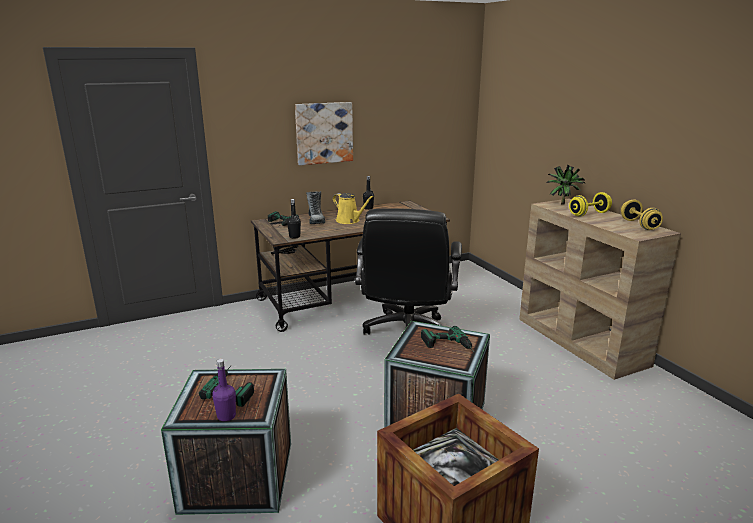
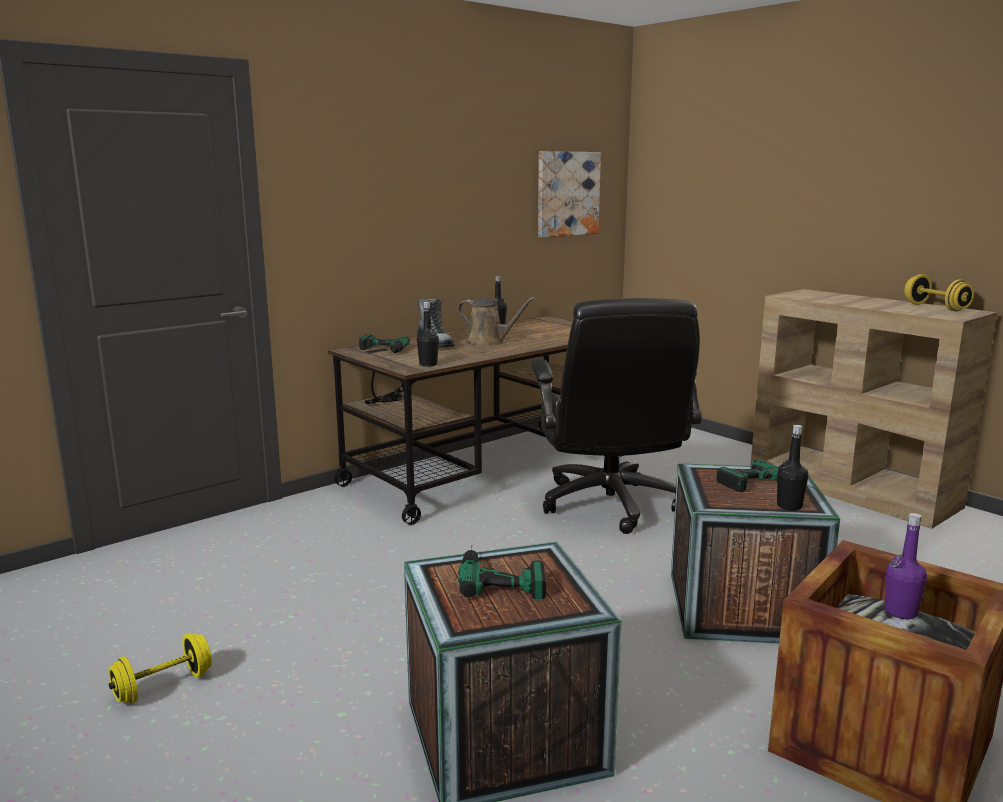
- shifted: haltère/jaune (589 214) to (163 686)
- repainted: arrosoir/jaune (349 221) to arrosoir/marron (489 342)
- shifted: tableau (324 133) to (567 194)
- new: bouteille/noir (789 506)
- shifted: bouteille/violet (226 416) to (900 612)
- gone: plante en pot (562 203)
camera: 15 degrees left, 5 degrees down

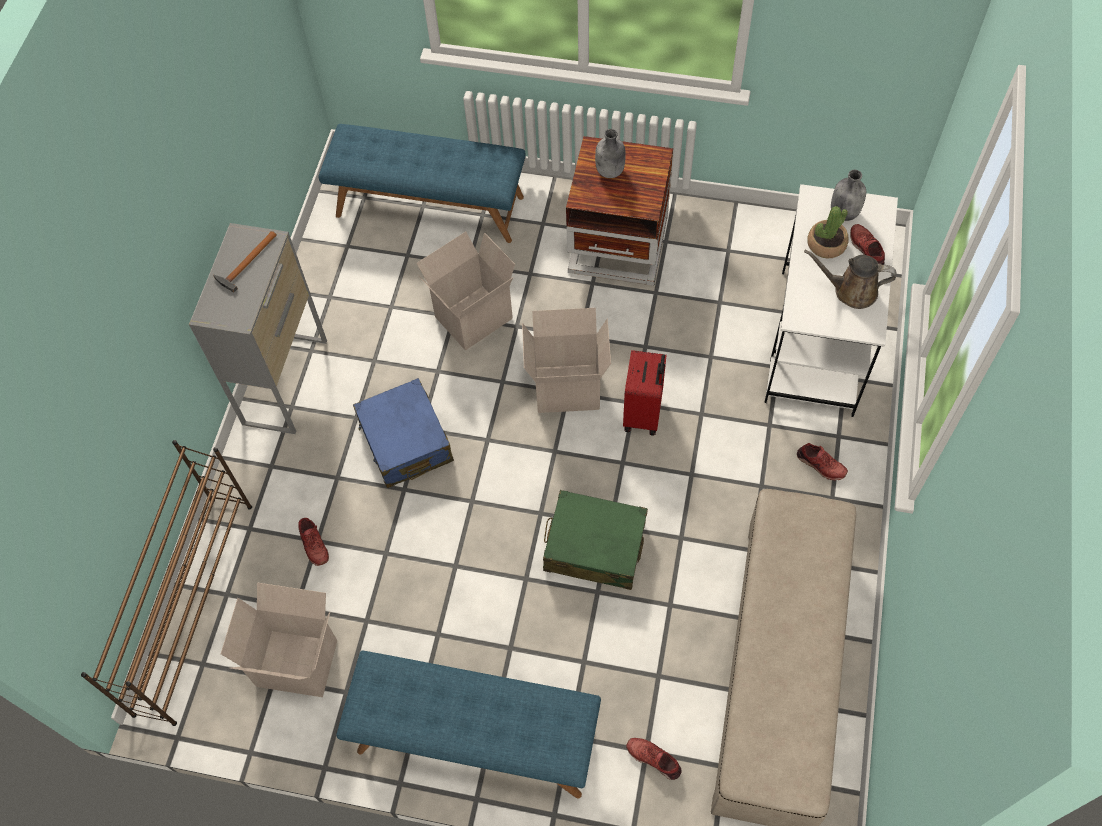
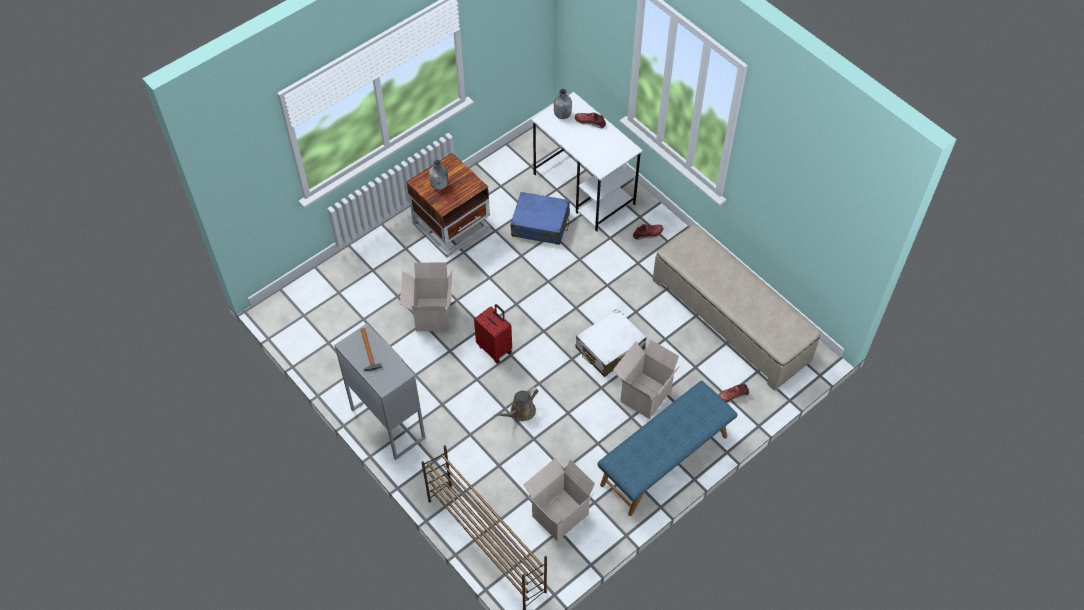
- shifted: valise/rouge (644 414) to (495 348)
- shifted: arrosoir/marron (851 291) to (520 412)
- shifted: valise/bleu (405 441) to (540 225)
- repainted: valise/vert (594 547) to valise/blanc (609 348)
- shifted: carton (568 386) to (644 394)
- gone: chaussure/rouge (313 544)
- gone: banc/bleu (430 205)
- gone: plante en pot (826 244)
camera: 55 degrees left, 5 degrees down

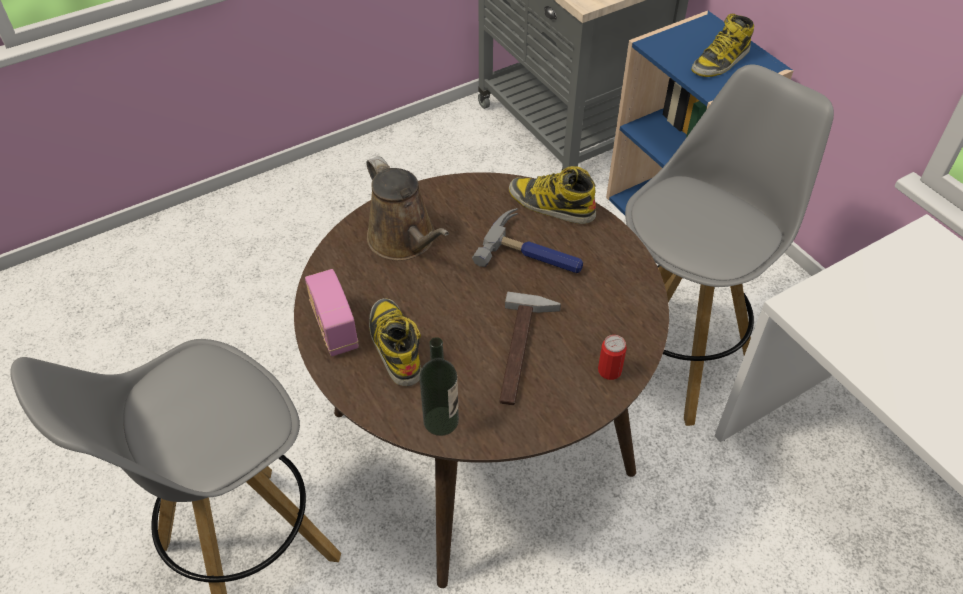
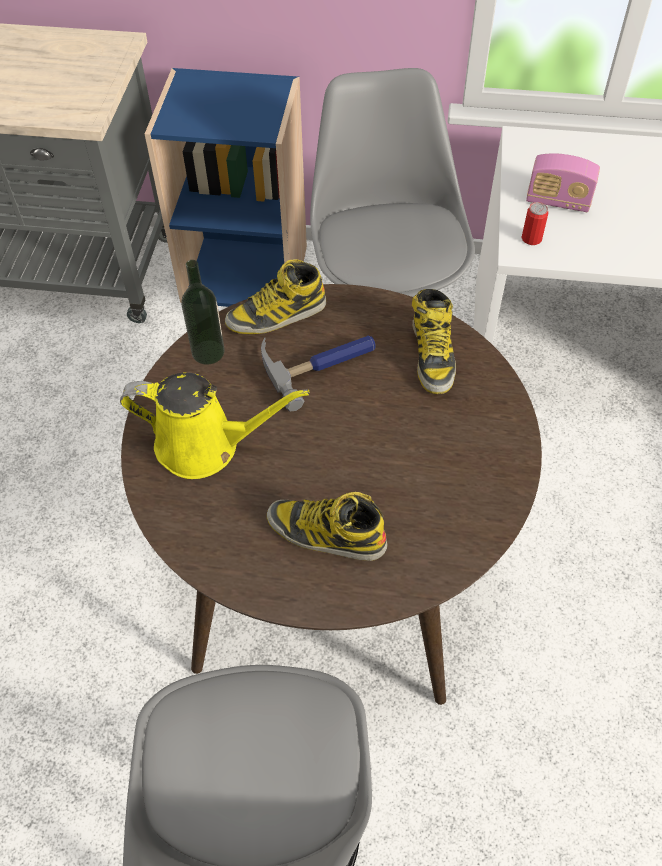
- repainted: arrosoir/marron (405 240) to arrosoir/jaune (206 445)
- shifted: bouteille (441 421) to (208 352)
- shifted: botte (720 61) to (432 355)
- shifted: boîte métallique (609 370) to (531 239)
- shifted: radio (334 328) to (558 201)
- gone: marteau (524 352)
camera: 50 degrees left, 5 degrees up

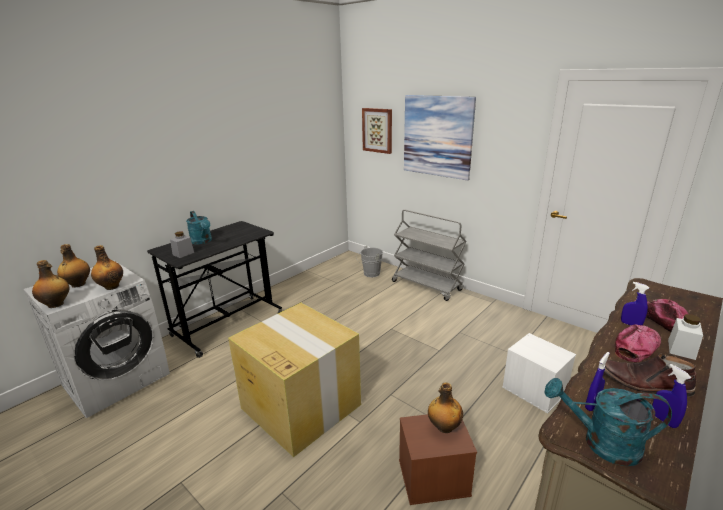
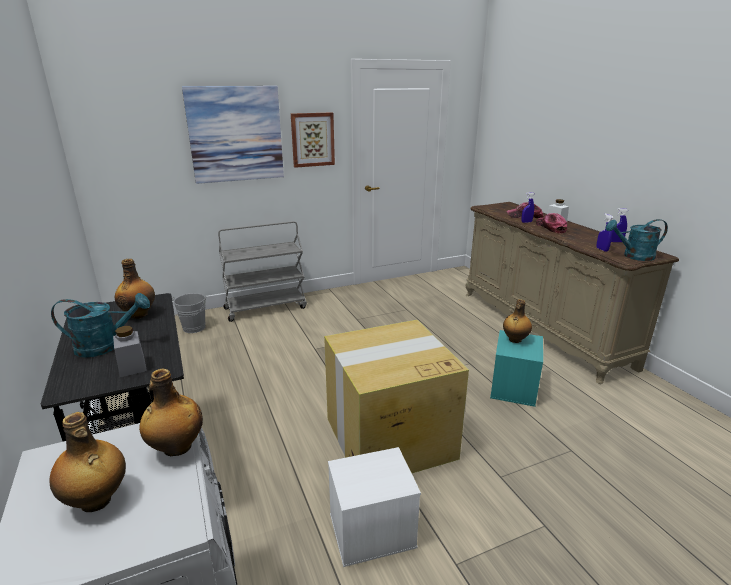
- shifted: bouteille (56 304) to (139 314)
- shifted: tableau (377 130) to (312 139)
- shifted: boîte de rangement/blanc (533 390) to (371 531)
- repainted: boîte de rangement/marron (433 478) to boîte de rangement/turquoise (514 388)
- rotated: arrosoir/turquoise (601 443) = (633 256) 45 degrees clockwise
- gone: botte/marron (644 383)
camera: 65 degrees left, 0 degrees up

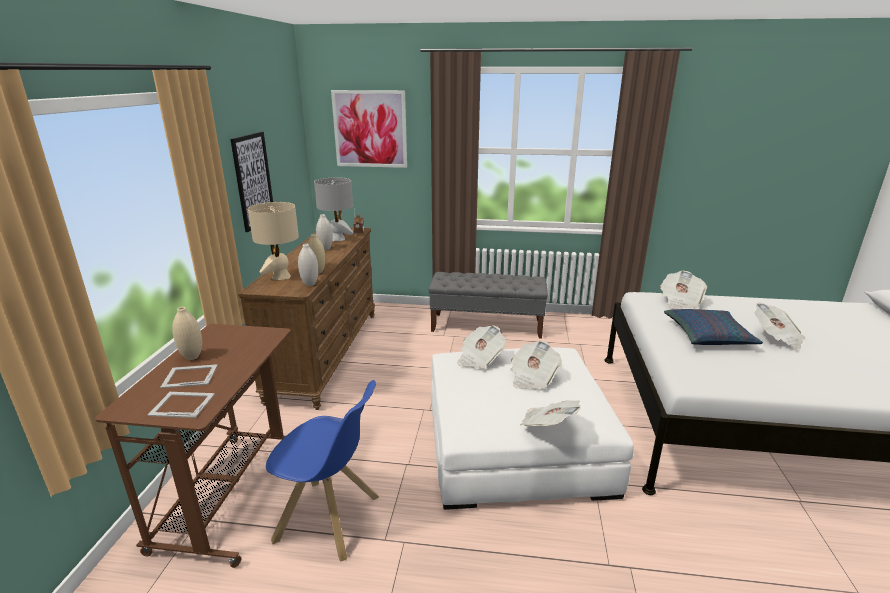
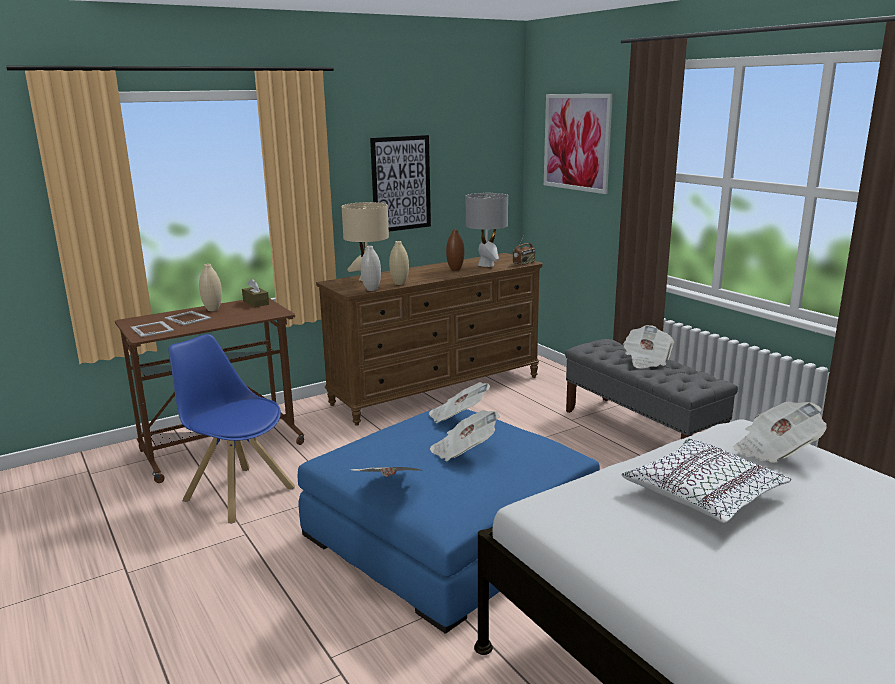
- rotated: chaise/bleu (330 519) = (237 492) 150 degrees clockwise
- new: boîte à mouchoirs/marron (256 302)
- repainted: pouf/blanc (516 442) to pouf/bleu (450 533)
- repainted: vase/blanc (325 248) to vase/marron (455 269)
- repainted: coussin/bleu (708 336) to coussin/blanc (703 494)
- shifted: journal (776 338) to (646 360)
camera: 50 degrees right, 5 degrees down

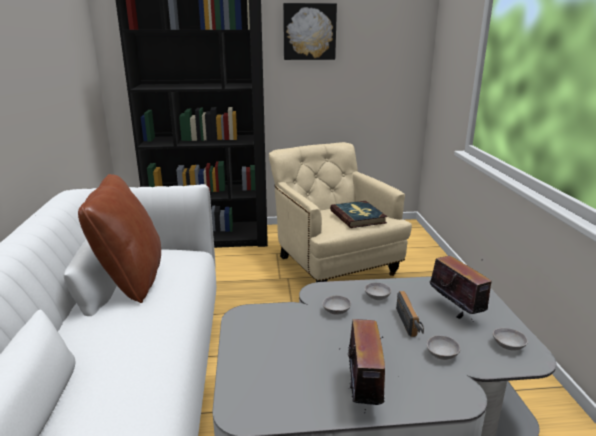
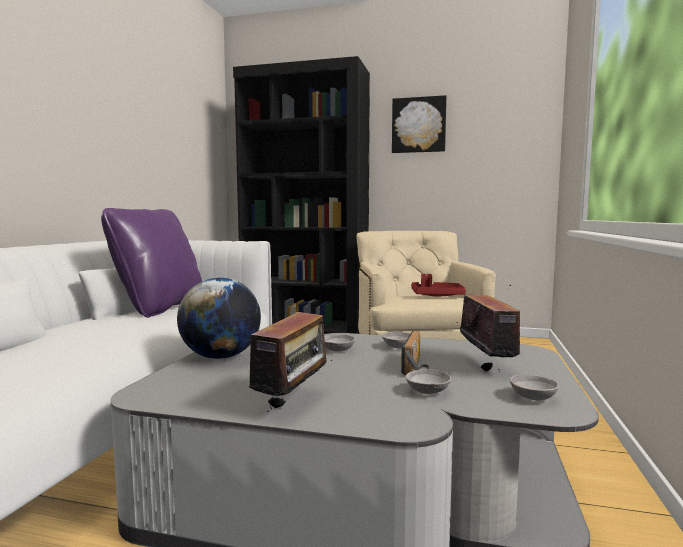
- repainted: coussin/marron (131 279) to coussin/violet (159 307)
- new: globe (221 357)
- swapped: livre (358 217) to plateau/rouge (436 296)
camera: 20 degrees right, 15 degrees down

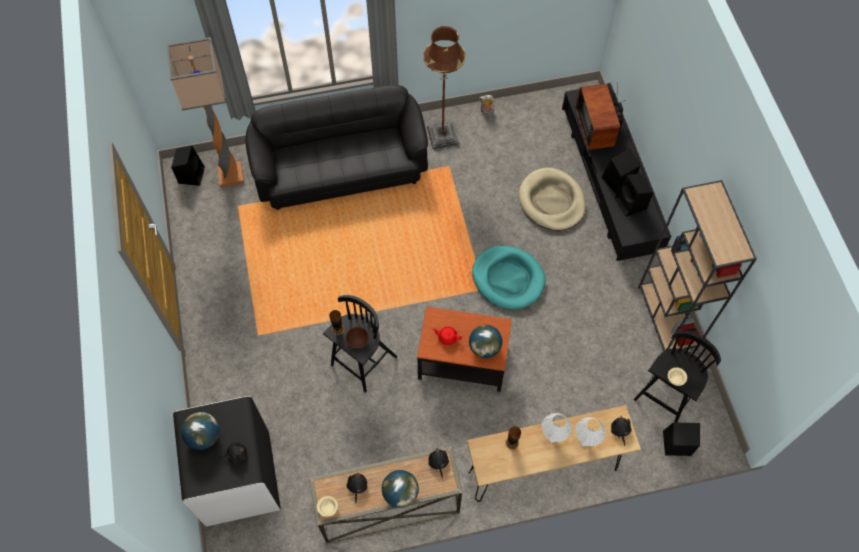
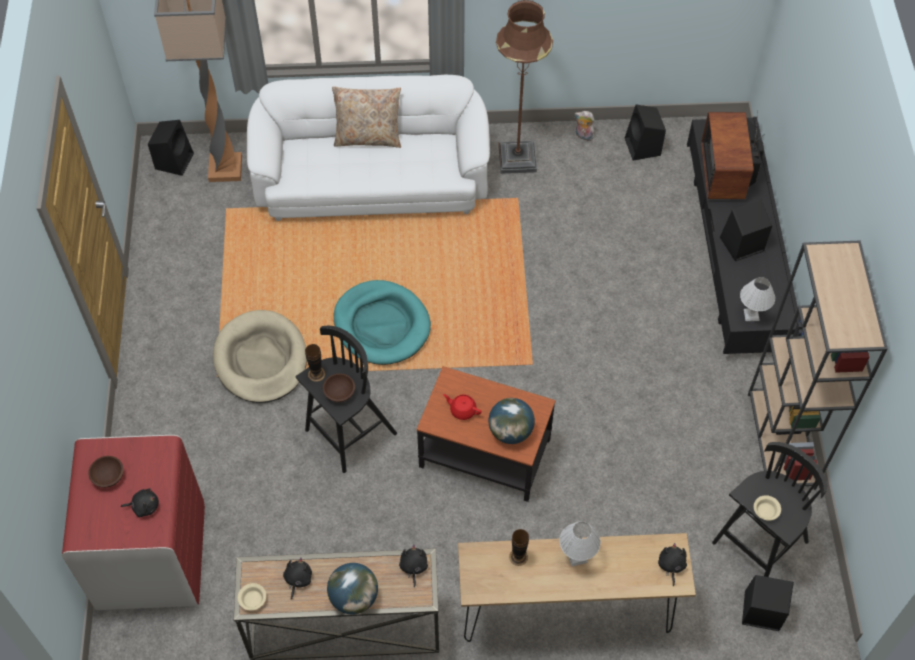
- repainted: commode/noir (238 479) to commode/rouge (151 556)
- swapped: globe (204 436) to bol/marron (108 477)
- shifted: panier pour chien/beige (551 201) to (261 359)
- repainted: canapé/noir (341 170) to canapé/blanc (372 183)
- new: coussin/beige (368 137)
- shifted: panier pour chien/turquoise (508 279) to (382 325)
- shifted: enceinte/noir (631 204) to (643 147)
- shifted: lampe de table/blanc (585 440) to (751 314)
camera: 10 degrees right, 5 degrees down

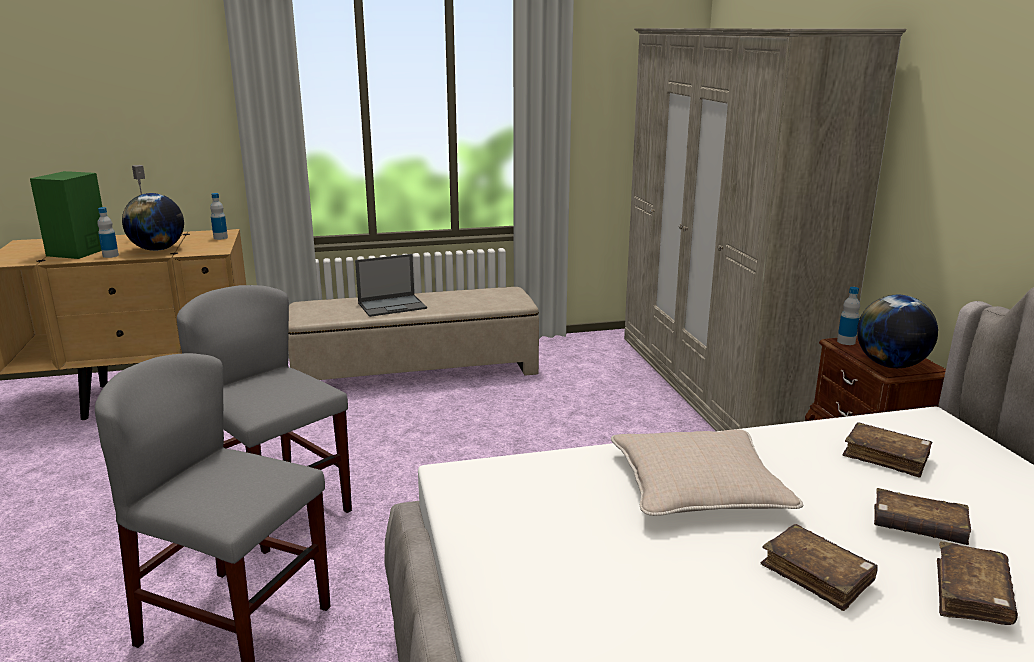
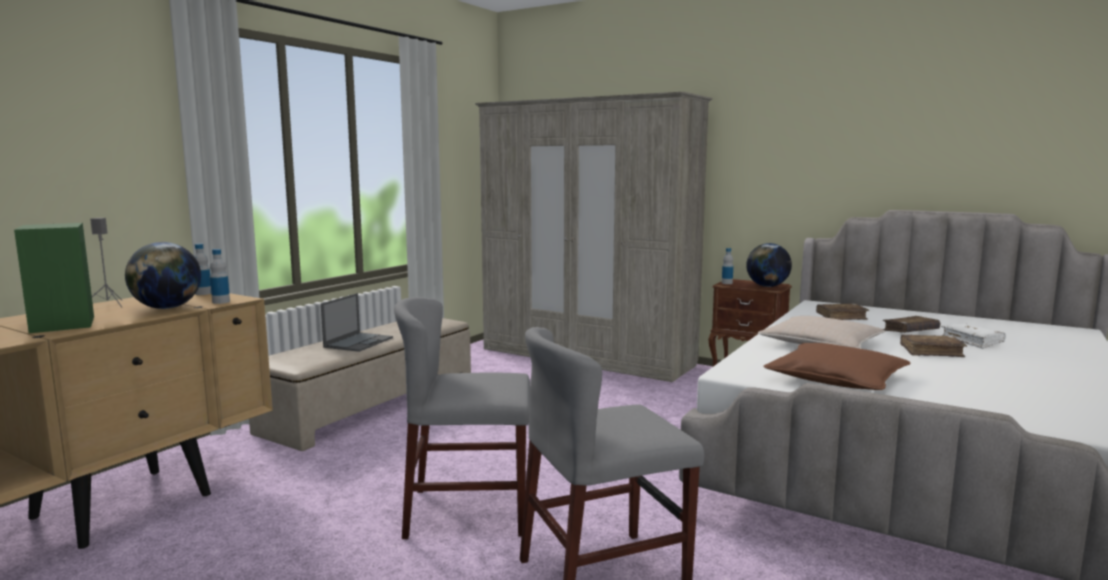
- shifted: bouteille (110 255) to (221 302)
- new: coussin/marron (836 378)
- repainted: livre/marron (971 595) to livre/blanc (971 341)
camera: 45 degrees left, 10 degrees down

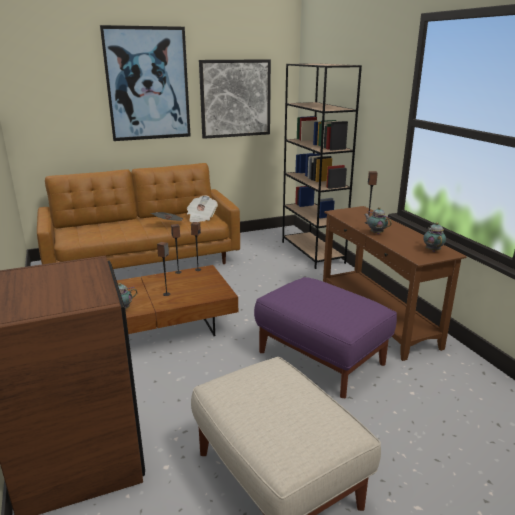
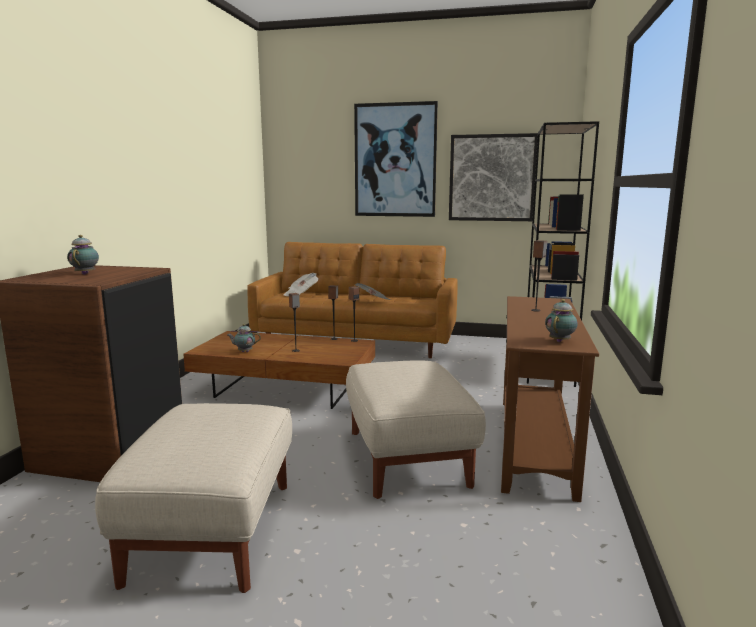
- shifted: théière (375 233) to (86 274)
- shifted: journal (201 218) to (301 294)
- repainted: pouf/violet (321 358) to pouf/beige (407 457)
camera: 35 degrees right, 10 degrees down

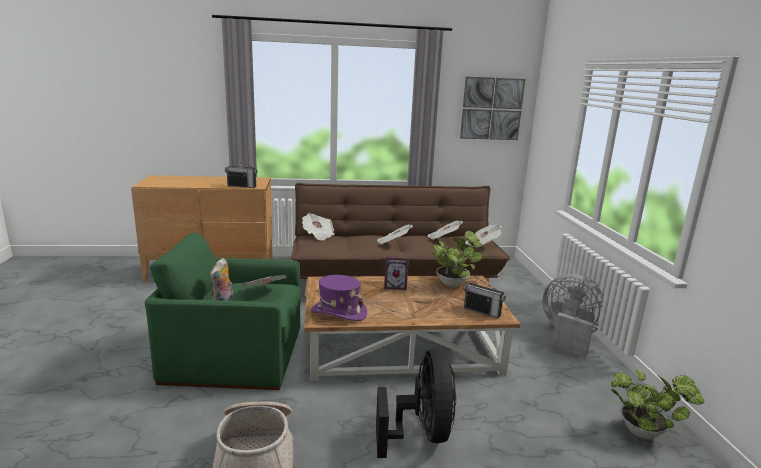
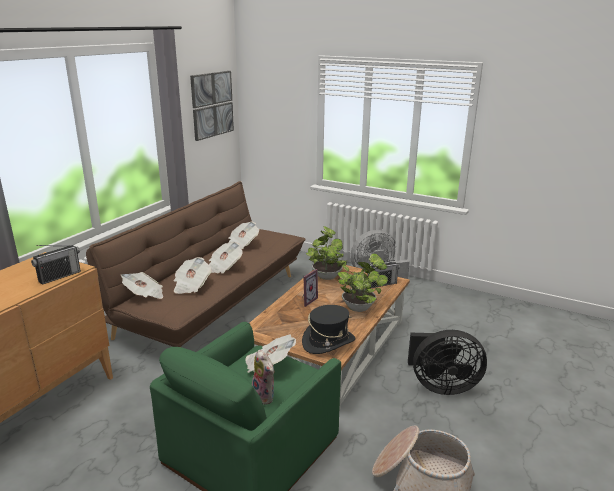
- shifted: journal (481 245) to (191 285)
- repainted: chapeau/violet (338 312) to chapeau/noir (328 342)
- shifted: plante en pot (645 432) to (360 307)
- rotated: ventilateur/noir (421 433) = (441 385) 150 degrees clockwise
camera: 55 degrees left, 5 degrees up

